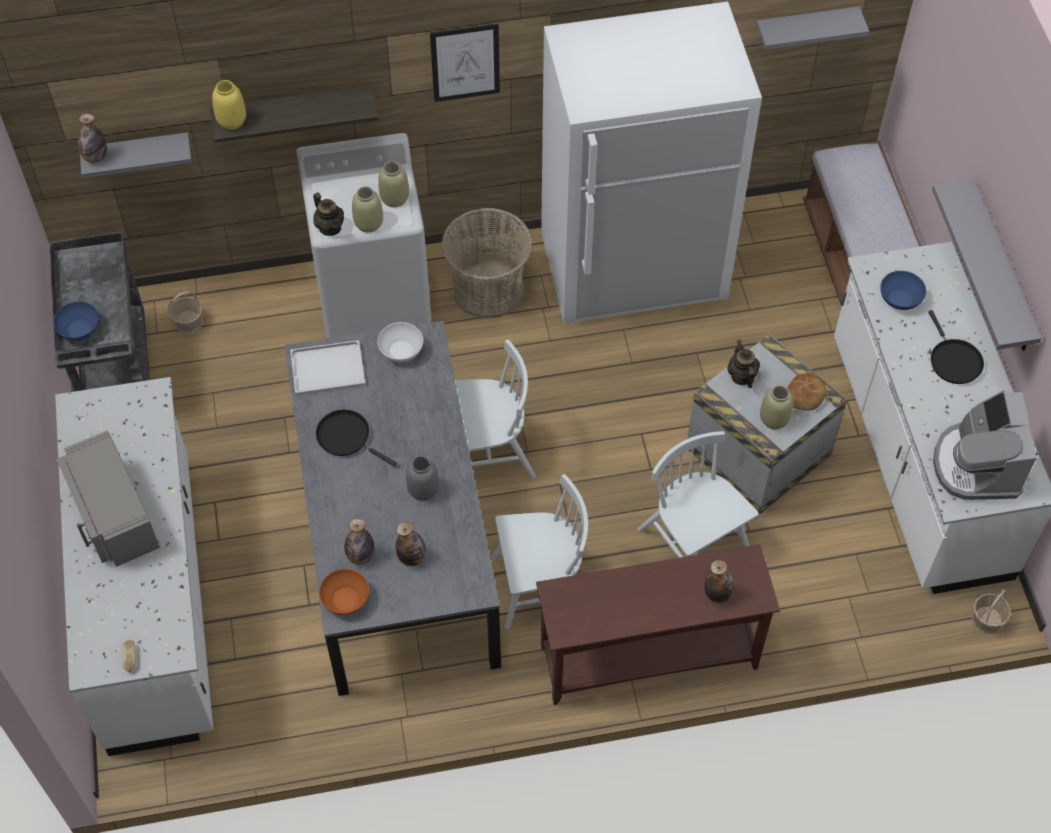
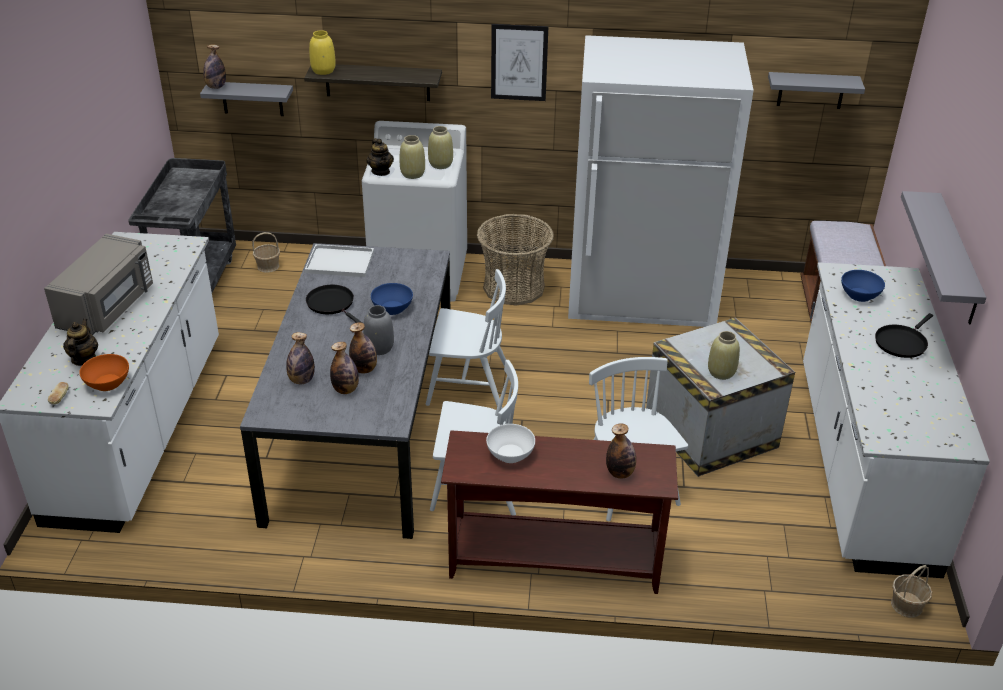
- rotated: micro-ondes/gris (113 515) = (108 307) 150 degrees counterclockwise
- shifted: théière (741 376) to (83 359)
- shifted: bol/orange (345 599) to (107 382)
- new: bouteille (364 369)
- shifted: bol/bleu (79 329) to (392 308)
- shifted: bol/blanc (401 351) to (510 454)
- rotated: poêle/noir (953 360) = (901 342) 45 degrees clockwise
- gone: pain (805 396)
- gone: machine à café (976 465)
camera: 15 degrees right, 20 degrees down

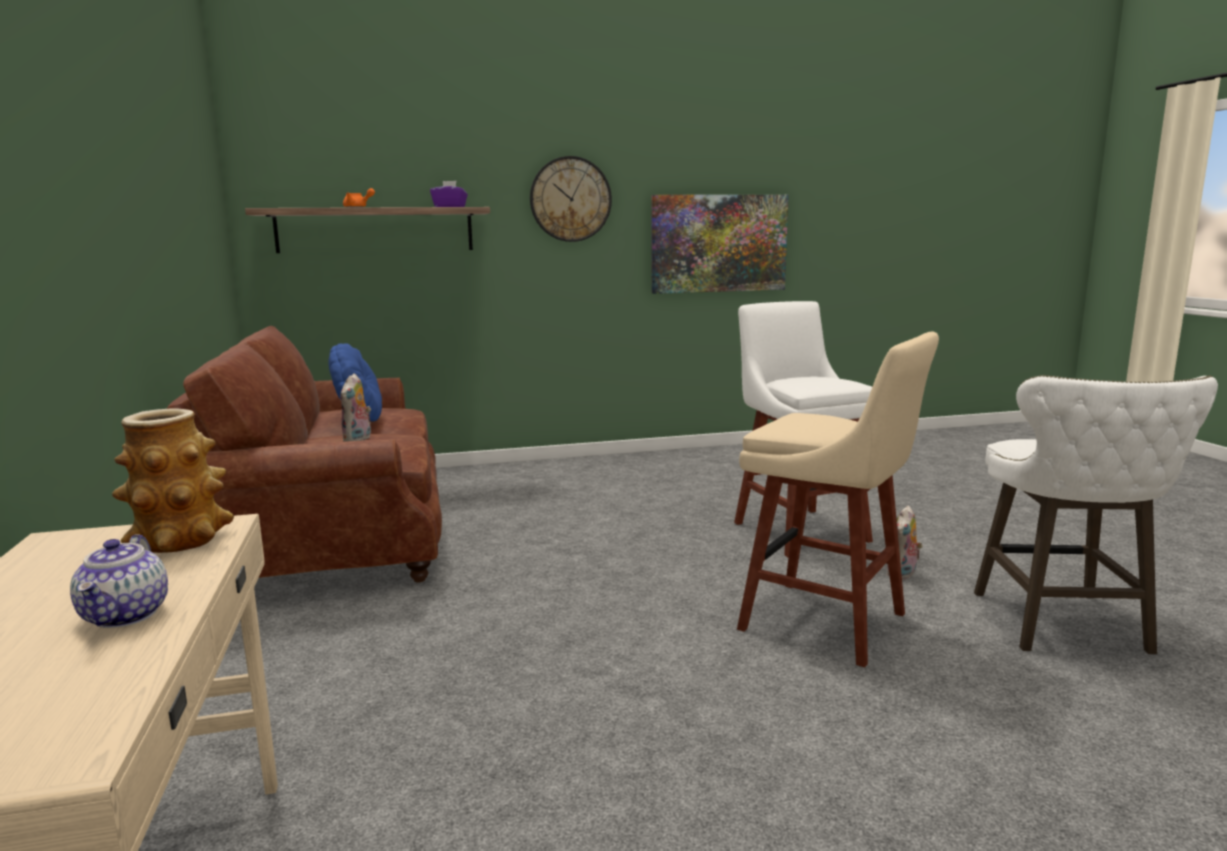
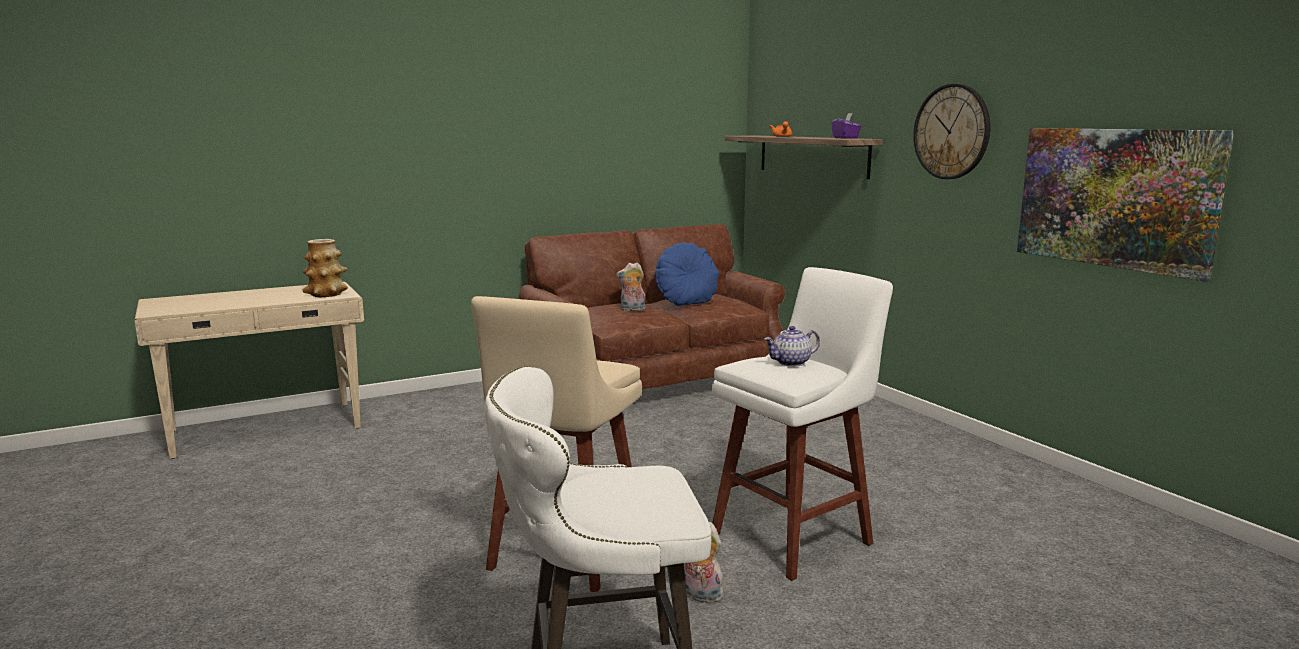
- shifted: théière (126 615) to (791 363)
camera: 75 degrees right, 0 degrees up

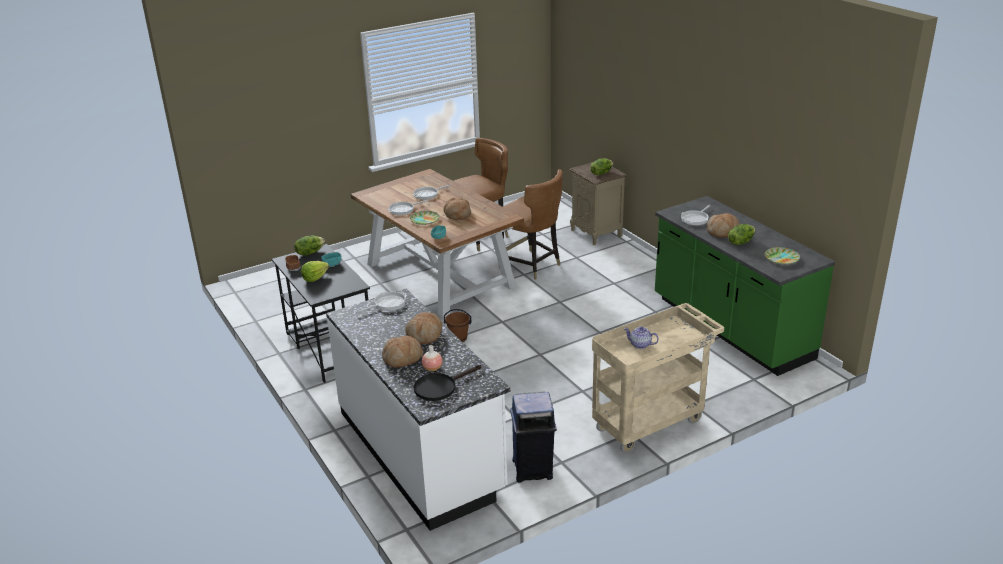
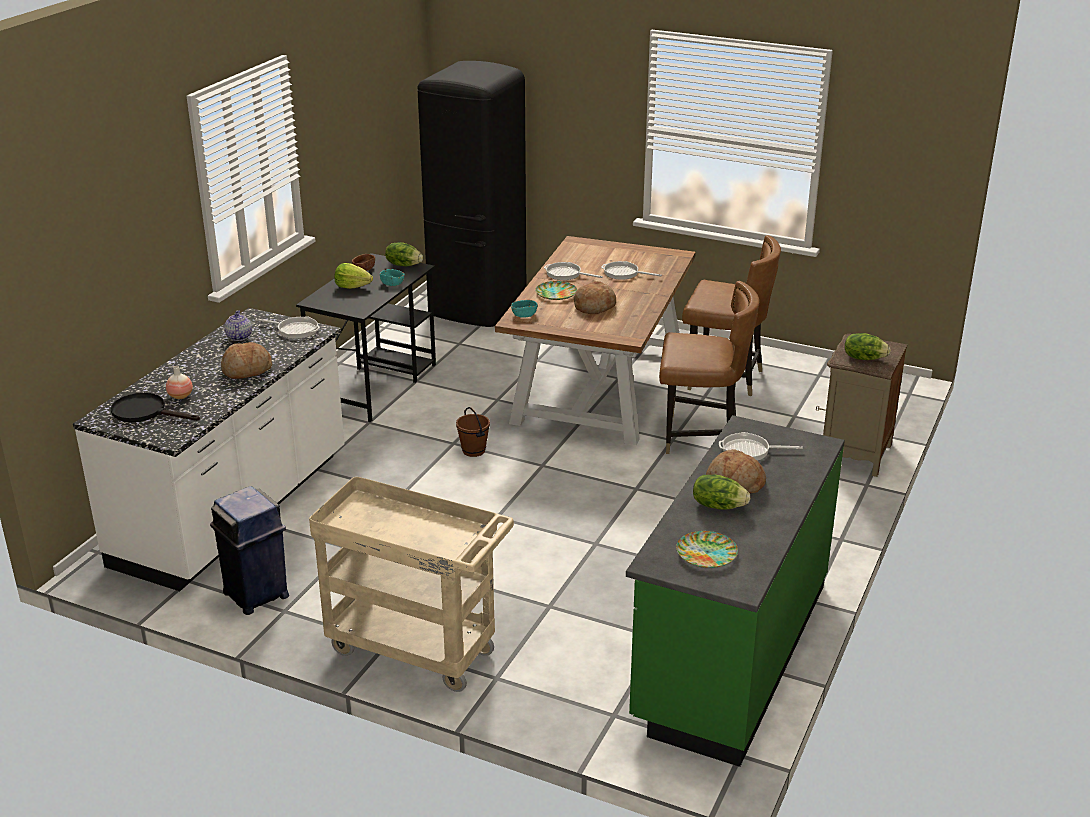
- shifted: théière (640 345) to (238 337)
- new: réfrigérateur/noir (476 309)
- rotated: chaise/marron (530 265) = (700 436) 90 degrees counterclockwise
- gone: pain (402 358)
camera: 55 degrees right, 0 degrees up

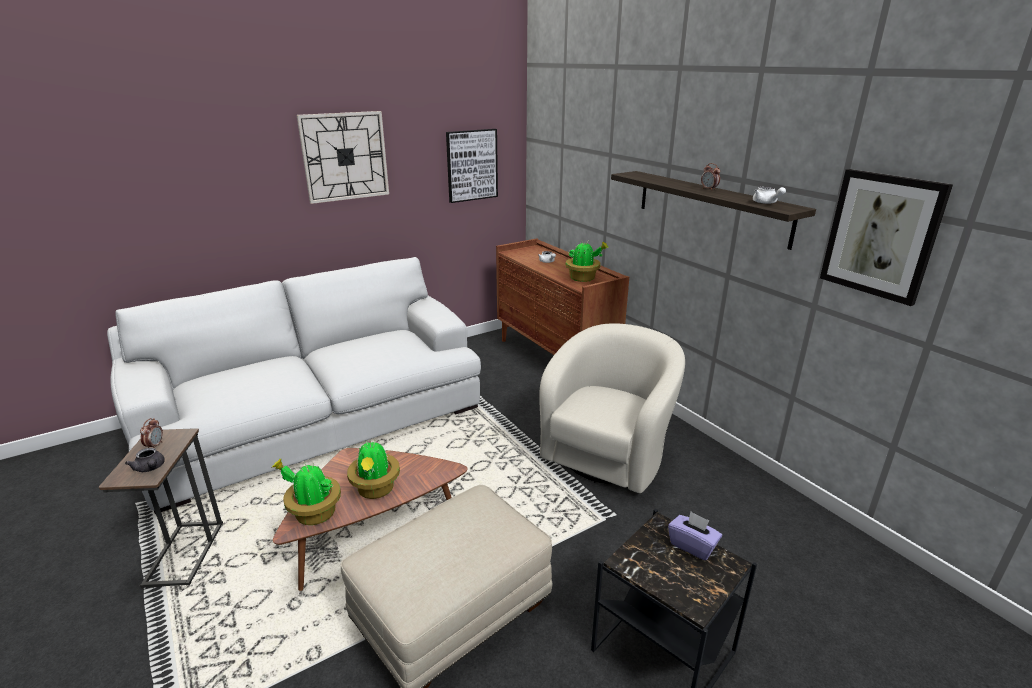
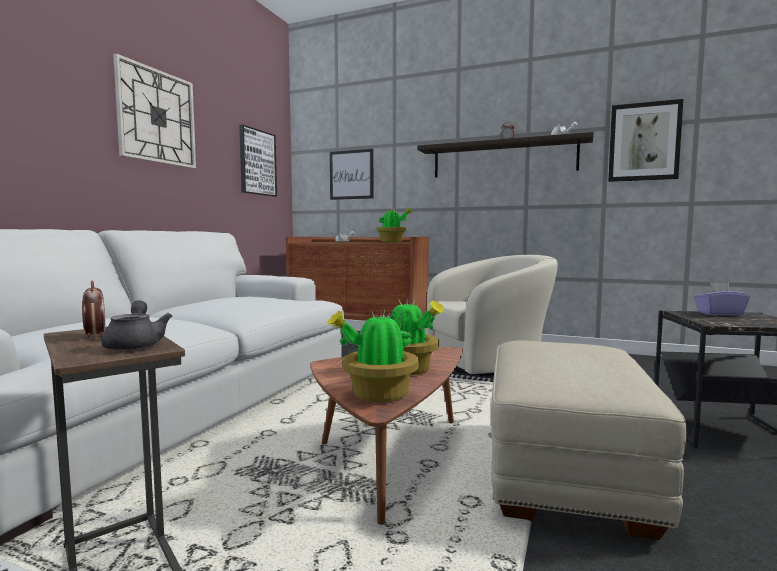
- rotated: théière/gris (150 468) = (136 345) 120 degrees counterclockwise
- new: tableau (351 174)
- rotated: fauteuil/beige (609 454) = (489 364) 75 degrees clockwise
camera: 35 degrees left, 20 degrees down

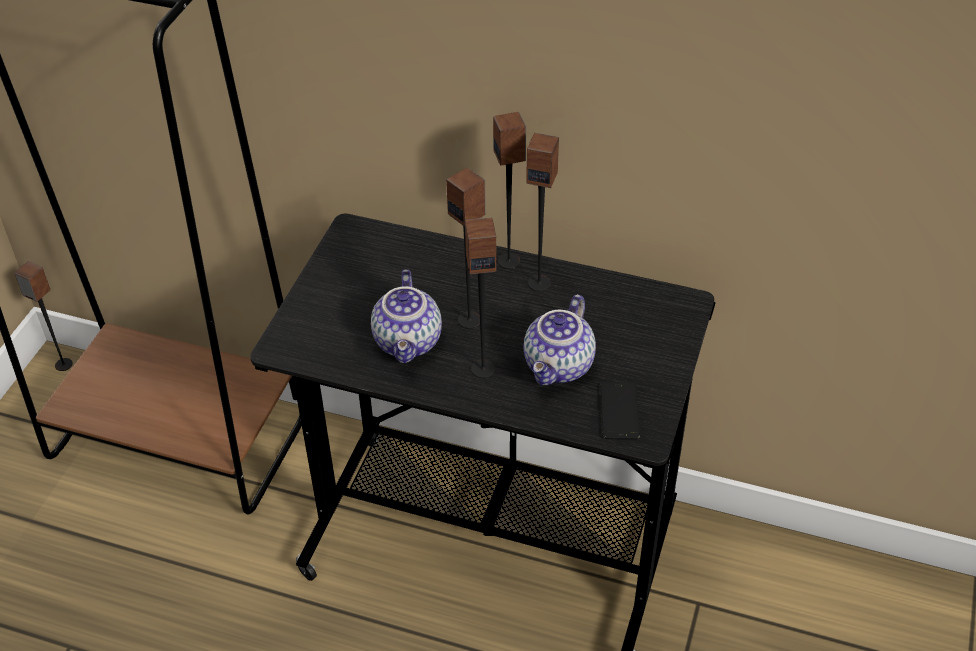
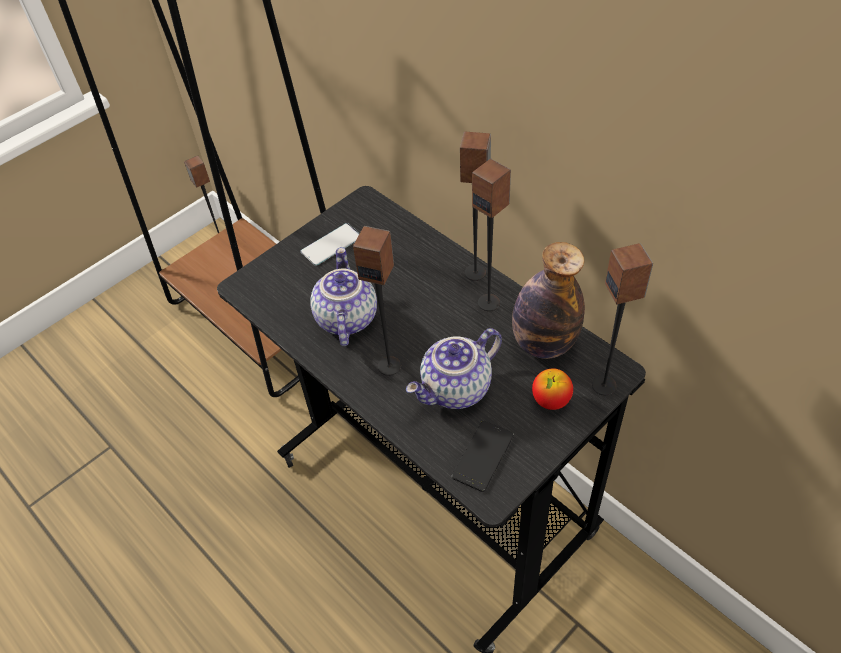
- new: téléphone (331 244)
- rotated: théière (409 342) = (345 318) 150 degrees clockwise
- new: bouteille (544 343)
- new: pomme (550 401)
- shifted: enceinte (469 320) to (604 385)
camera: 30 degrees right, 5 degrees up

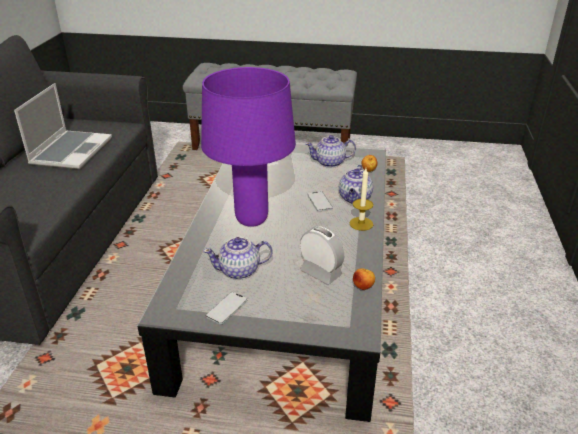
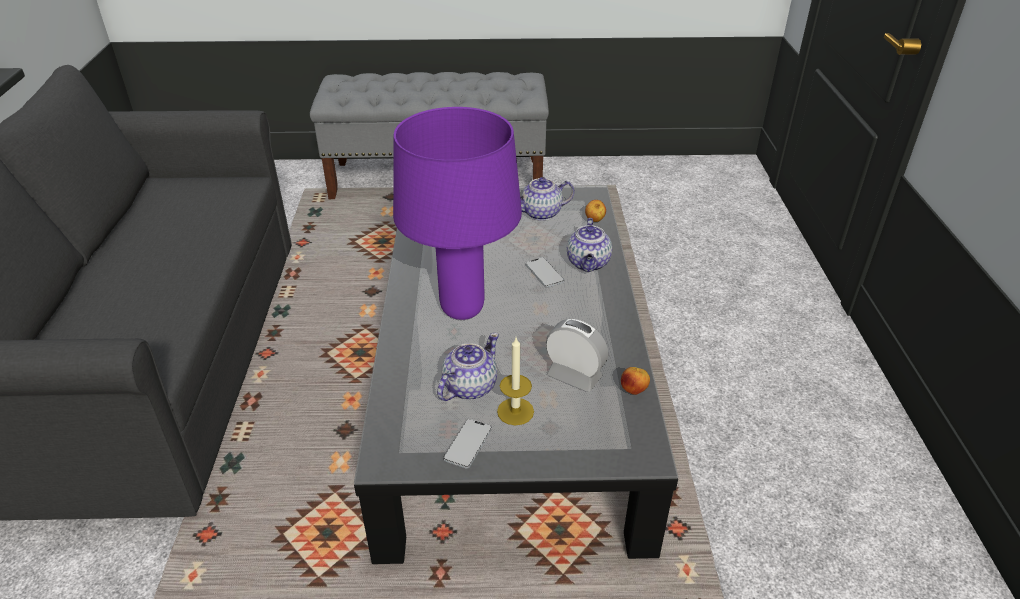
- rotated: théière (240 271) = (469 387) 150 degrees clockwise
- shifted: bougie (361 224) to (515 411)
- gone: ordinateur portable (71 151)
camera: 10 degrees left, 5 degrees up

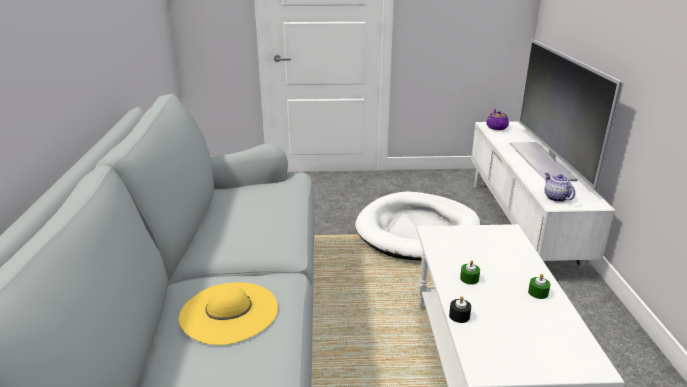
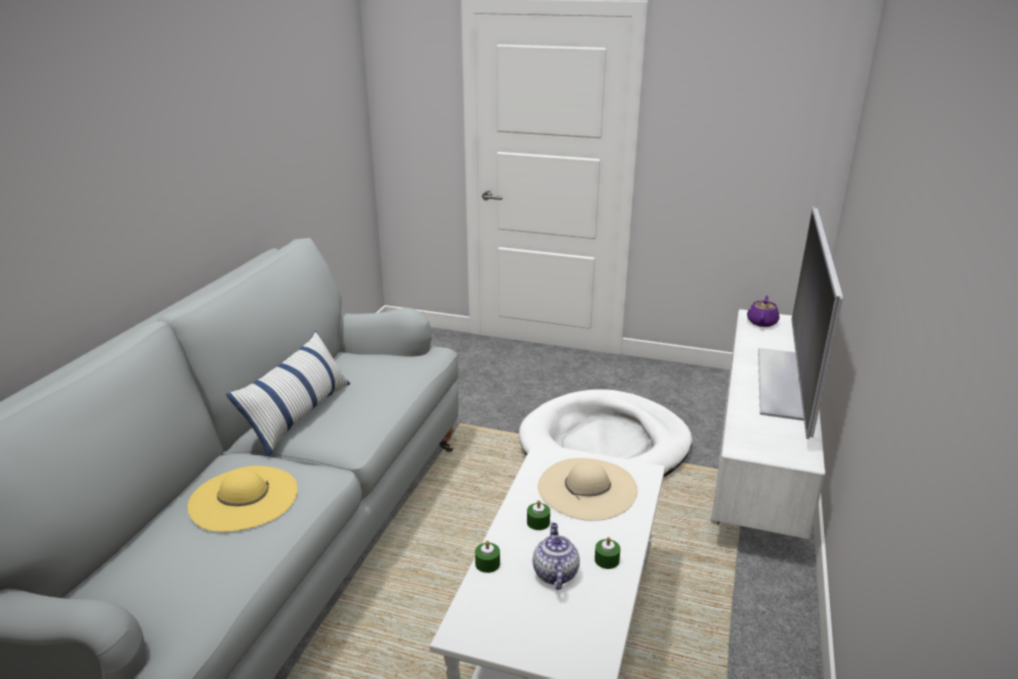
- new: coussin (298 415)
- repainted: bougie/noir (459 316) to bougie/vert (487 563)
- shifted: théière (555 197) to (554 573)
- new: chapeau/beige (587 488)
camera: 20 degrees right, 0 degrees up

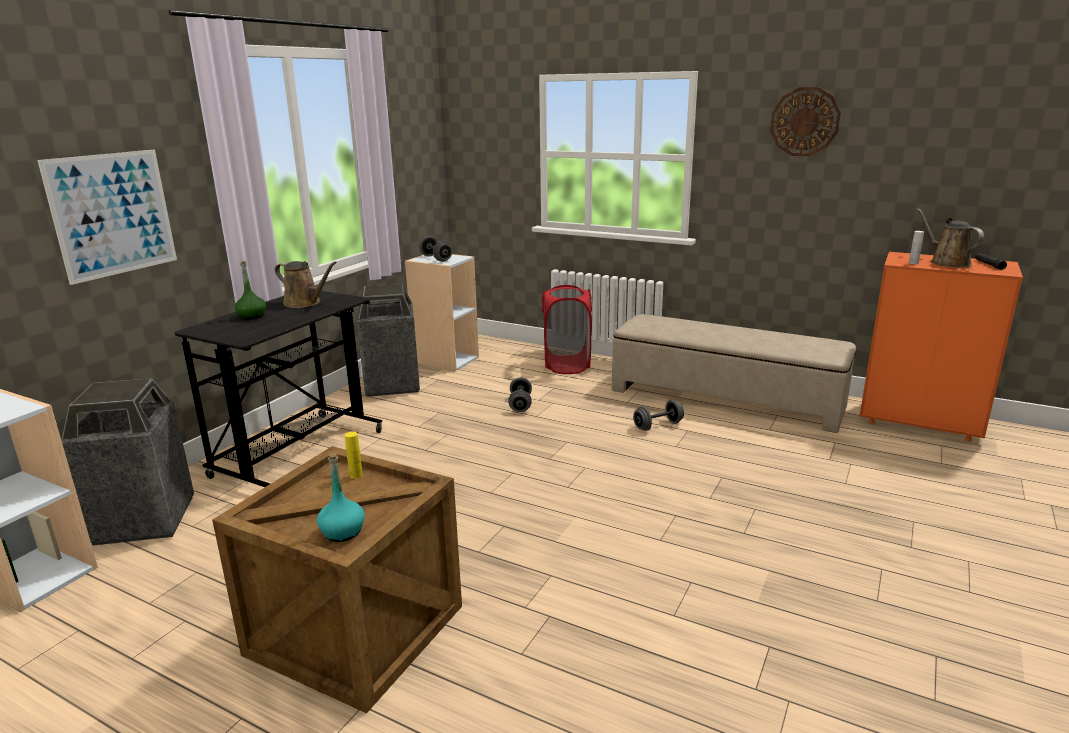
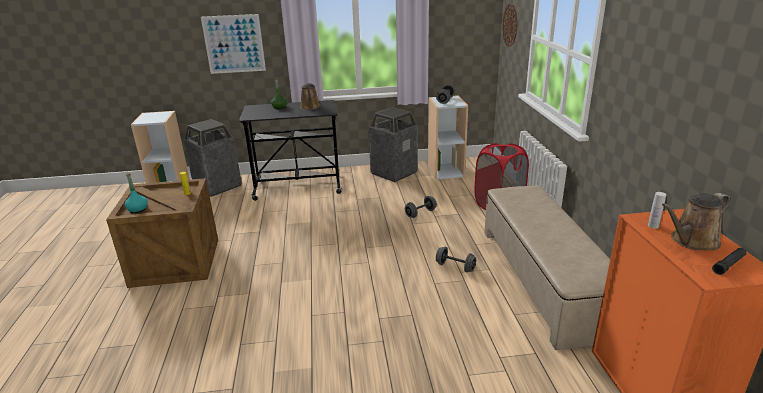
- shifted: horloge murale (804 122) to (510 25)
- rotated: arrosoir/marron (947 262) = (691 241) 150 degrees counterclockwise
camera: 55 degrees right, 5 degrees up

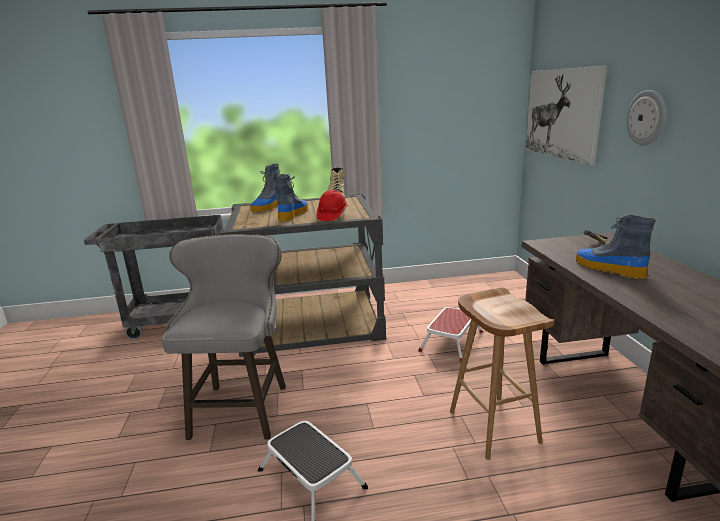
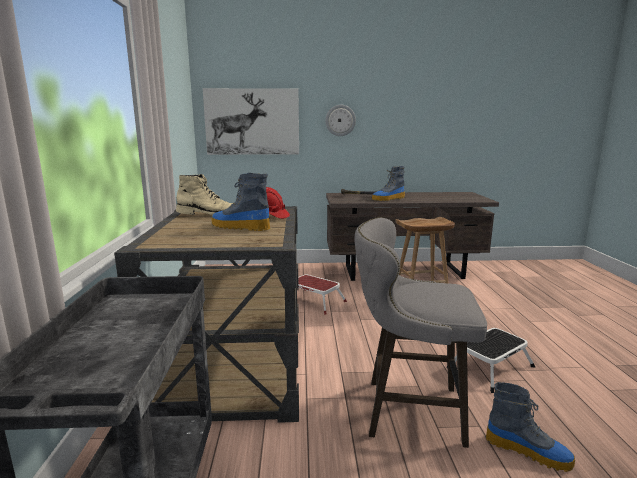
- shifted: botte (269 207) to (528 451)
camera: 85 degrees left, 5 degrees down

